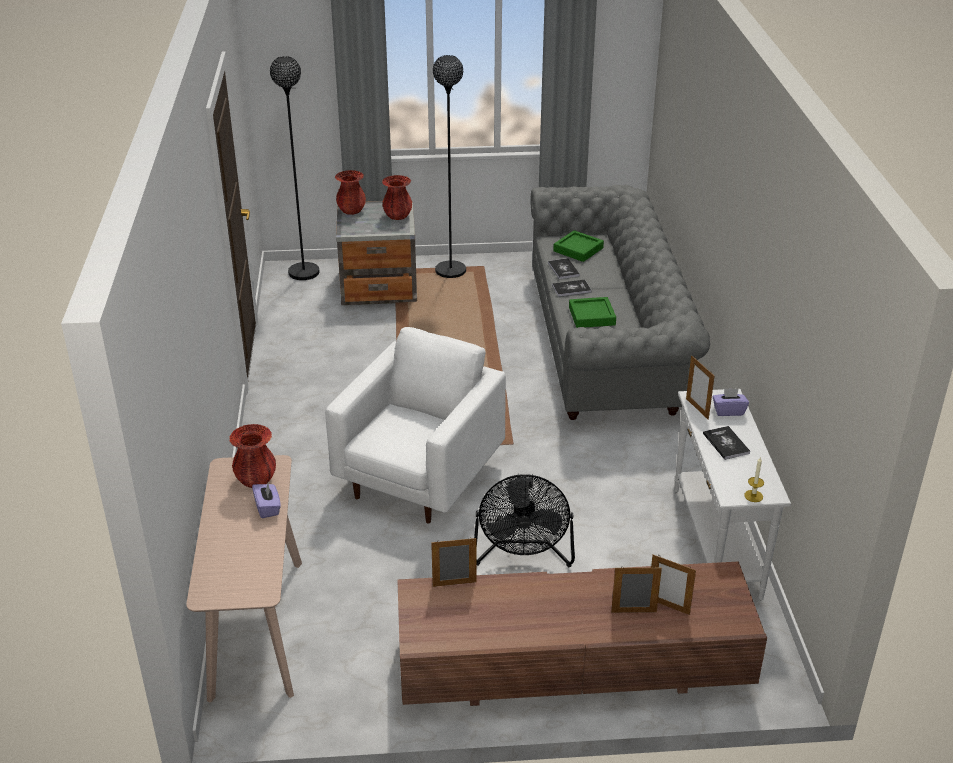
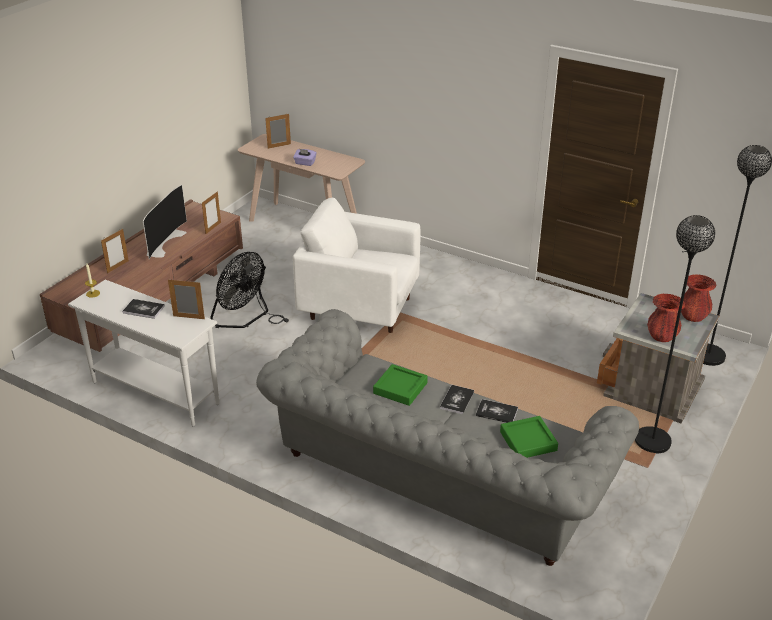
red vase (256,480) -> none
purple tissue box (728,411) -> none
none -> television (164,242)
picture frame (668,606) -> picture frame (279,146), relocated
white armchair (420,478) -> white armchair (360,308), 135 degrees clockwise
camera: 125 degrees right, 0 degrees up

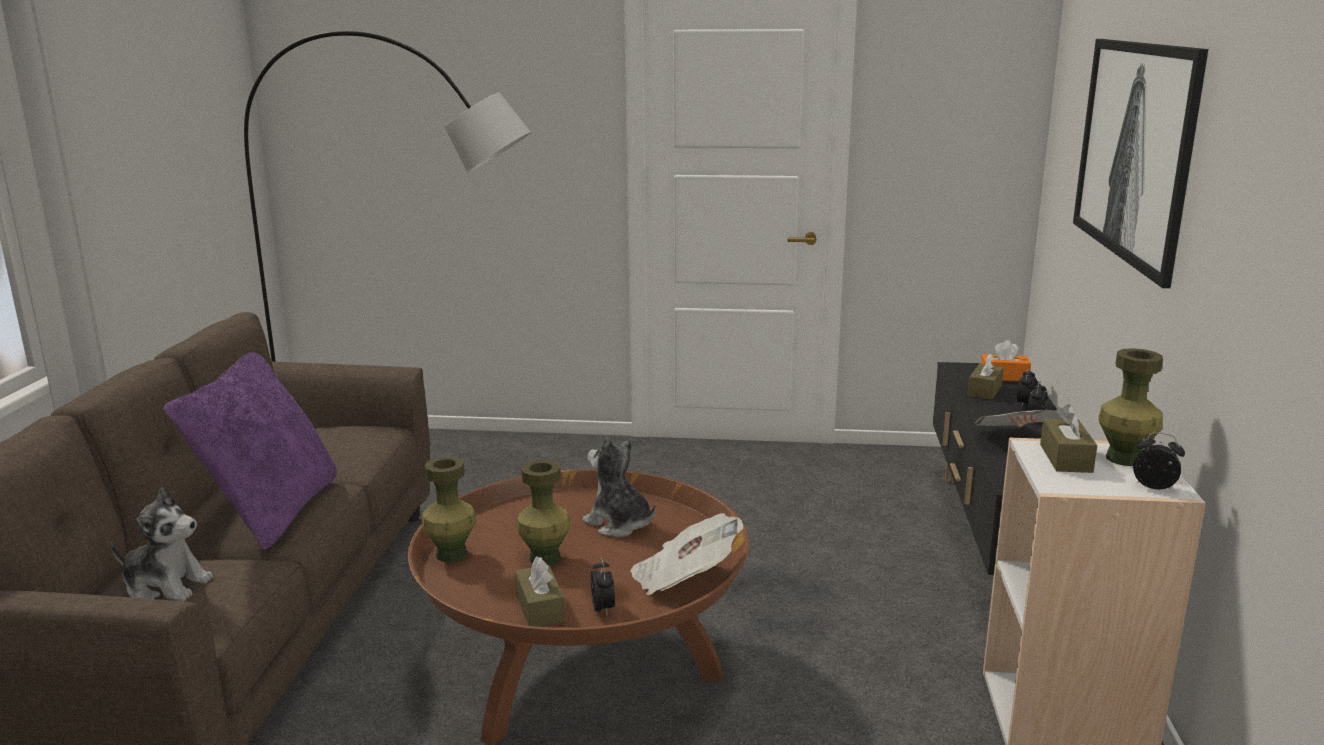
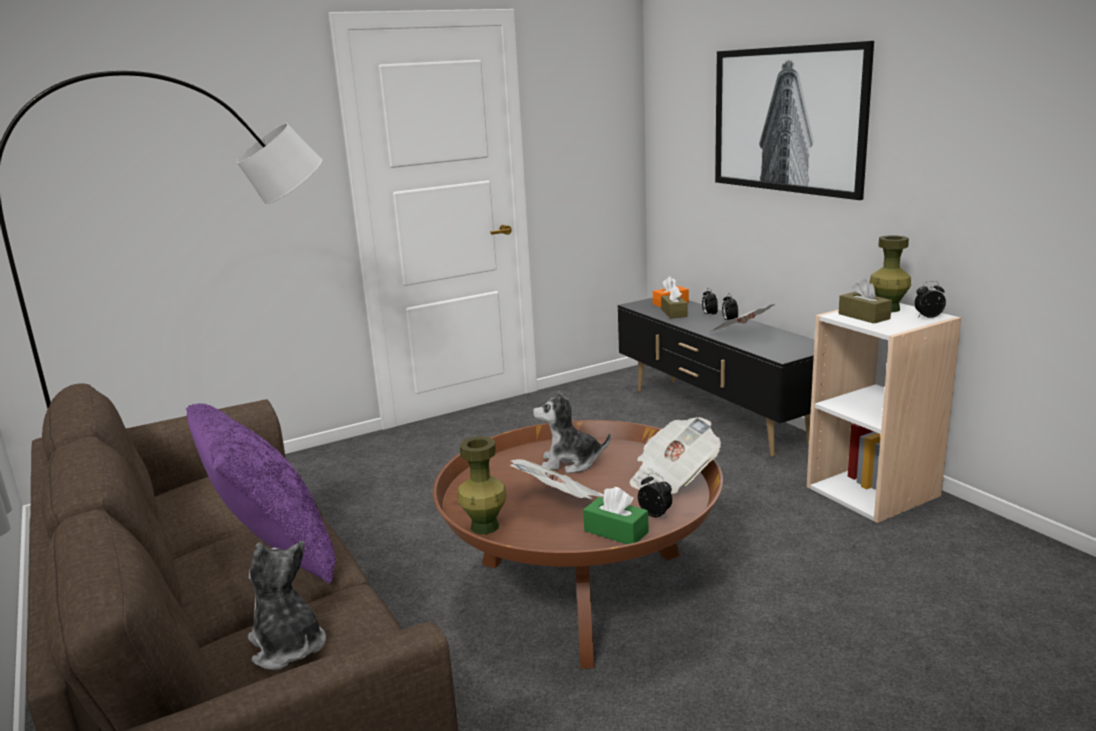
green vase (545,558) -> newspaper (559,502)
brown tissue box (540,608) -> green tissue box (616,531)
plush toy (166,585) -> plush toy (287,647), 105 degrees counterclockwise
camera: 35 degrees left, 0 degrees up

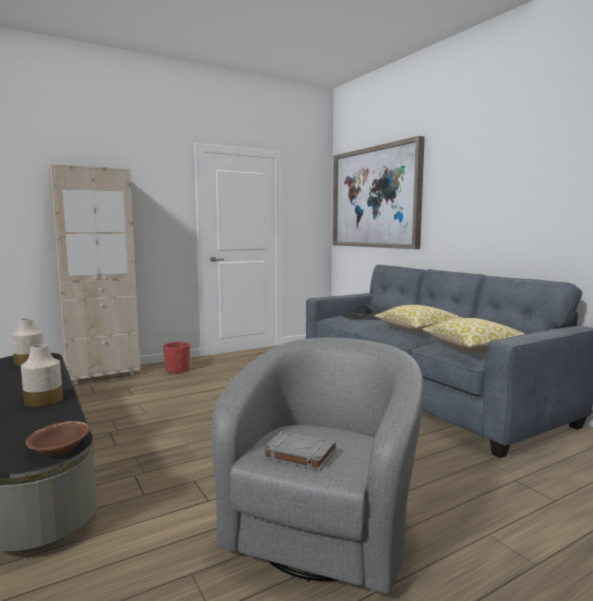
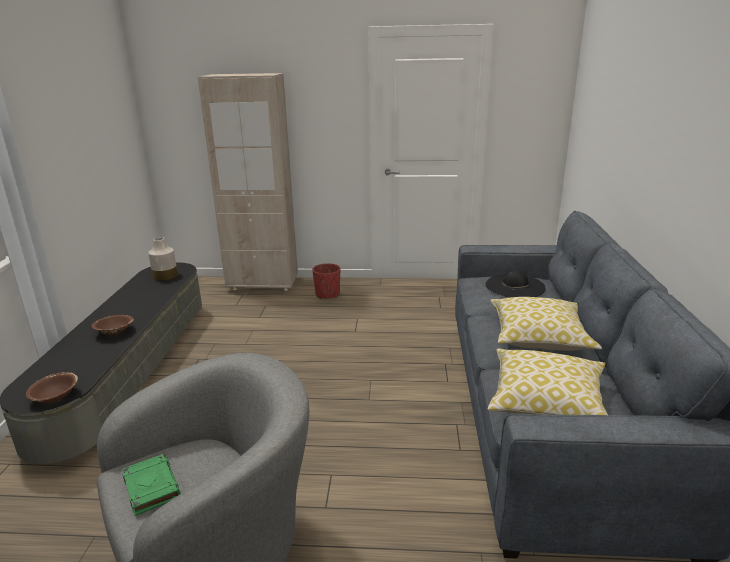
picture (375,197) -> none
beige vase (43,401) -> brown bowl (115,332)
grey book (298,455) -> green book (151,487)
camera: 35 degrees right, 15 degrees up

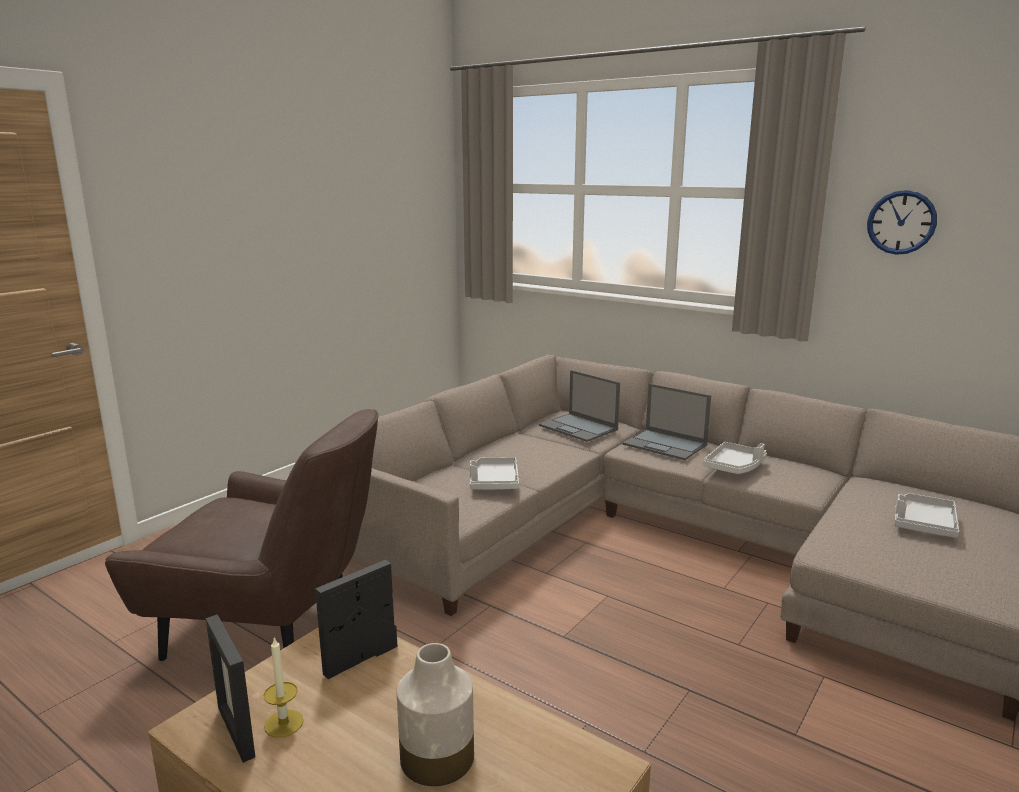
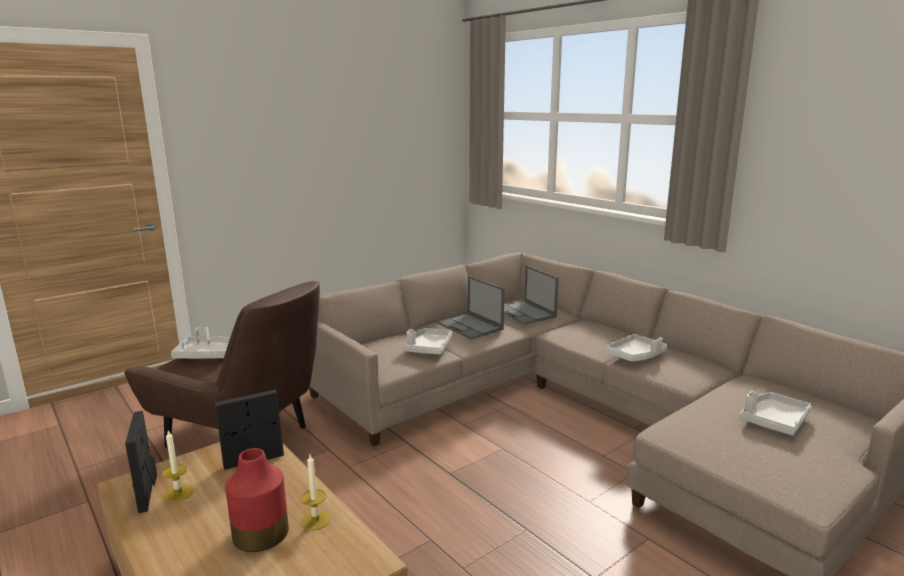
wall clock (901,222) -> none
none -> grey tray (206,355)
none -> candle (315,520)
laptop (666,445) -> laptop (470,326), relocated
beige vase (436,756) -> red vase (260,532)
camera: 15 degrees right, 0 degrees up

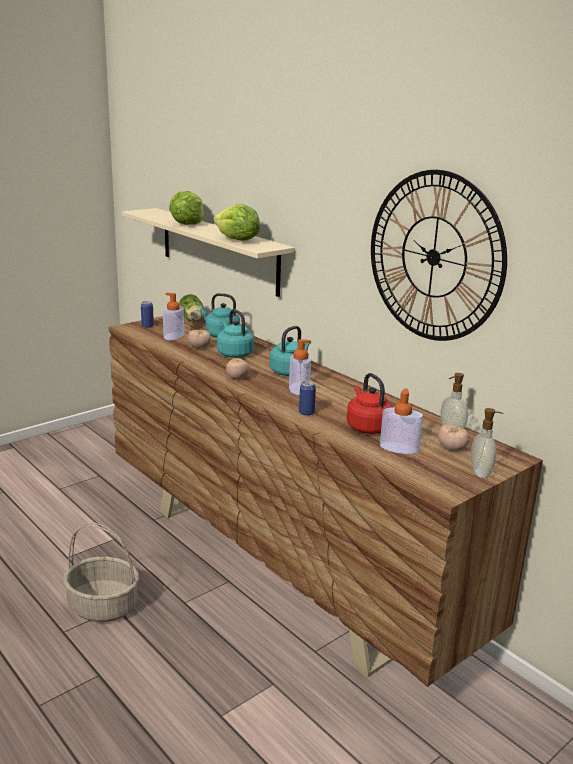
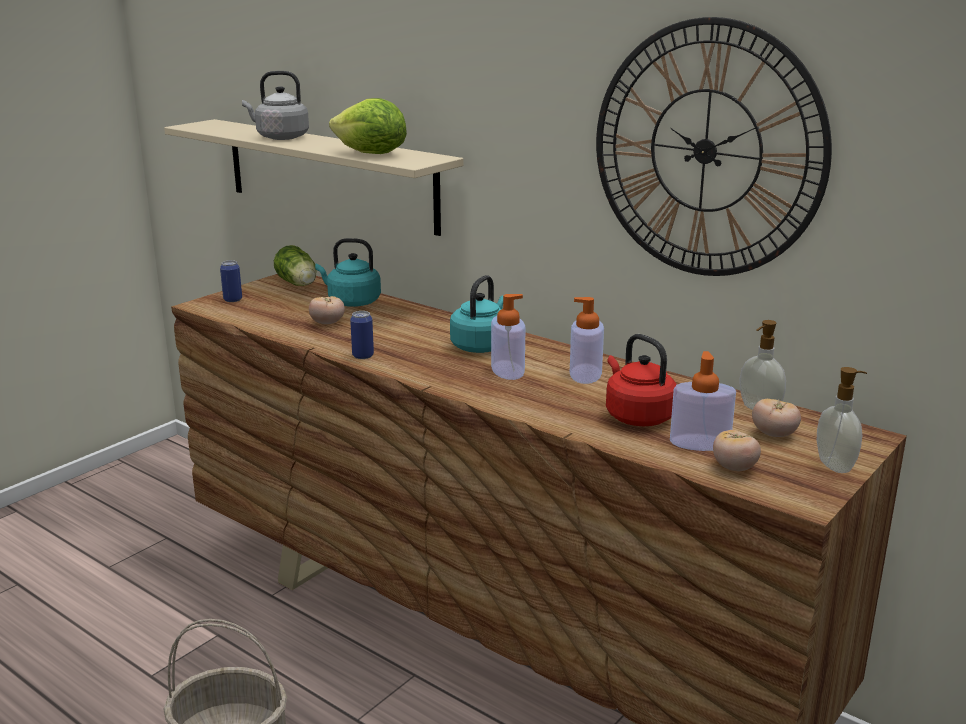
turquoise kettle (234,353) -> none
soap dispenser (173,336) -> soap dispenser (585,374), relocated
tomato (237,378) -> tomato (734,468), relocated
can (306,413) -> can (363,356), relocated
lettuce (188,224) -> grey kettle (280,137)
camera: 10 degrees left, 0 degrees up

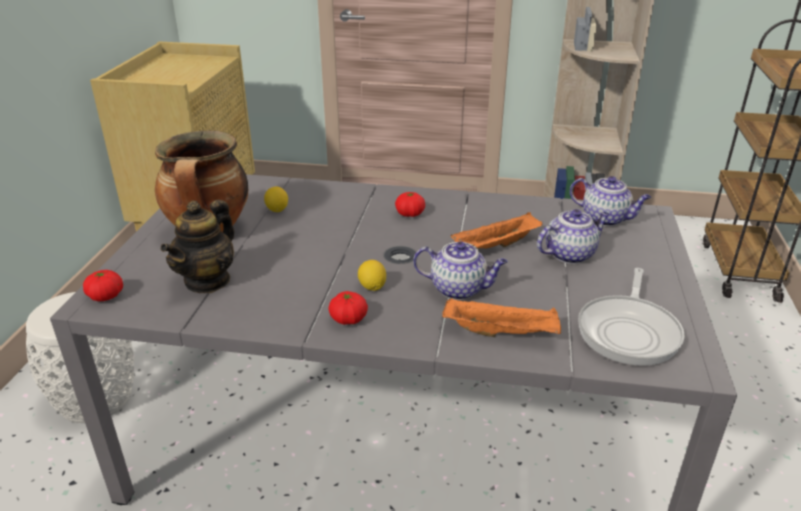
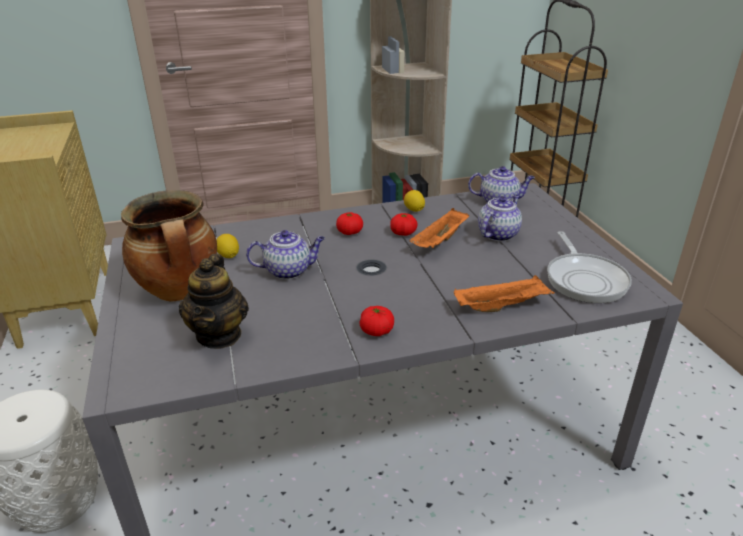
tomato (106,296) -> tomato (403,233), relocated
lemon (372,287) -> lemon (414,210), relocated
teapot (459,289) -> teapot (289,270), relocated
camera: 25 degrees left, 0 degrees up

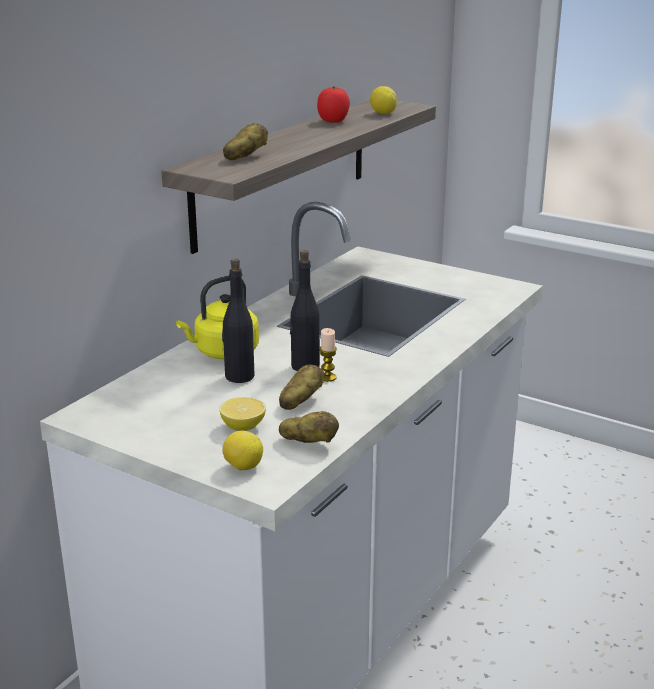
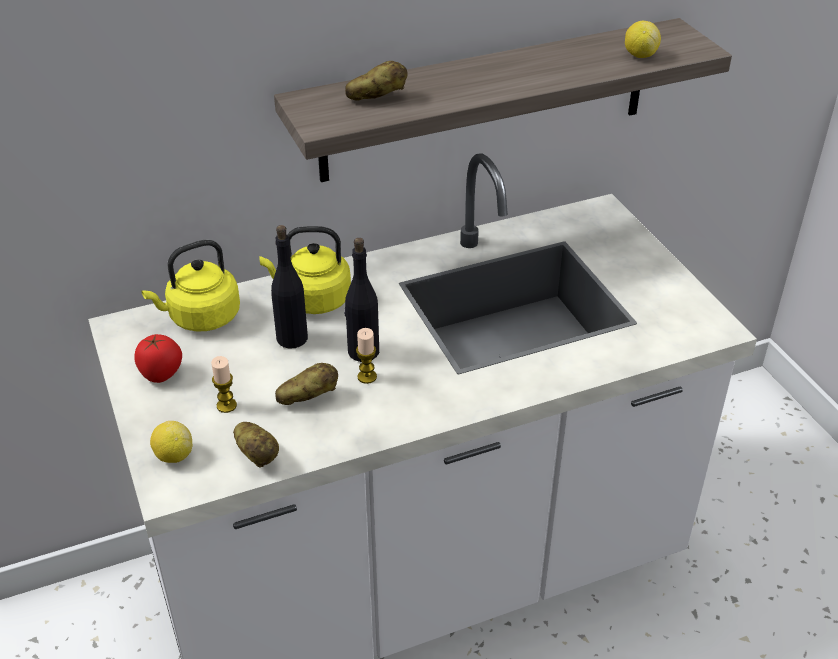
none -> yellow kettle (201,318)
tomato (333,121) -> tomato (162,375), relocated
lemon (243,427) -> candle (226,405)
camera: 35 degrees right, 15 degrees up

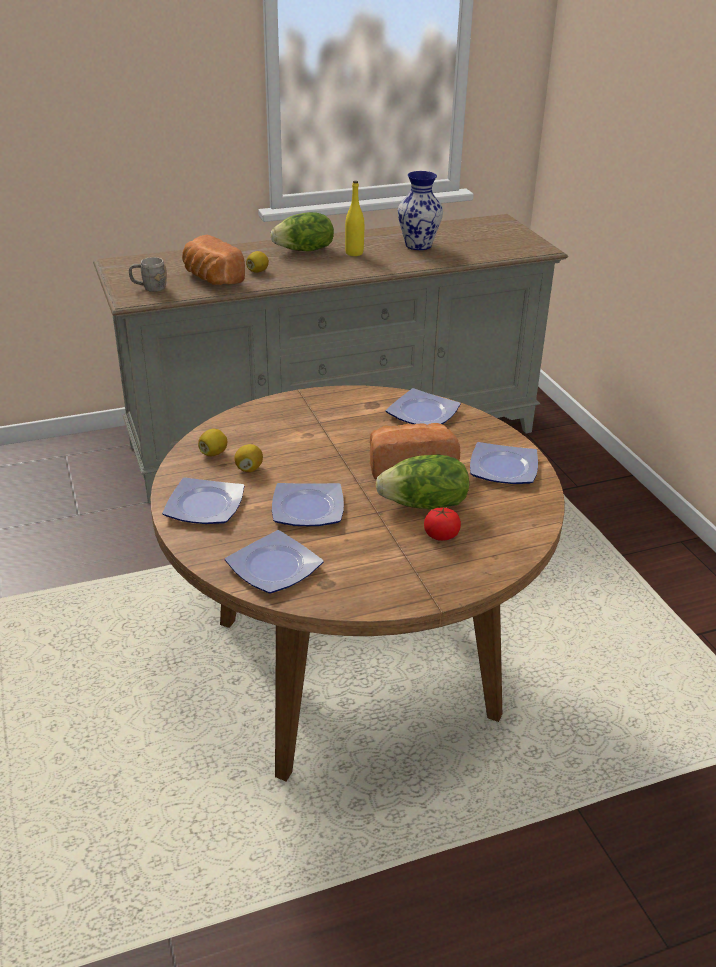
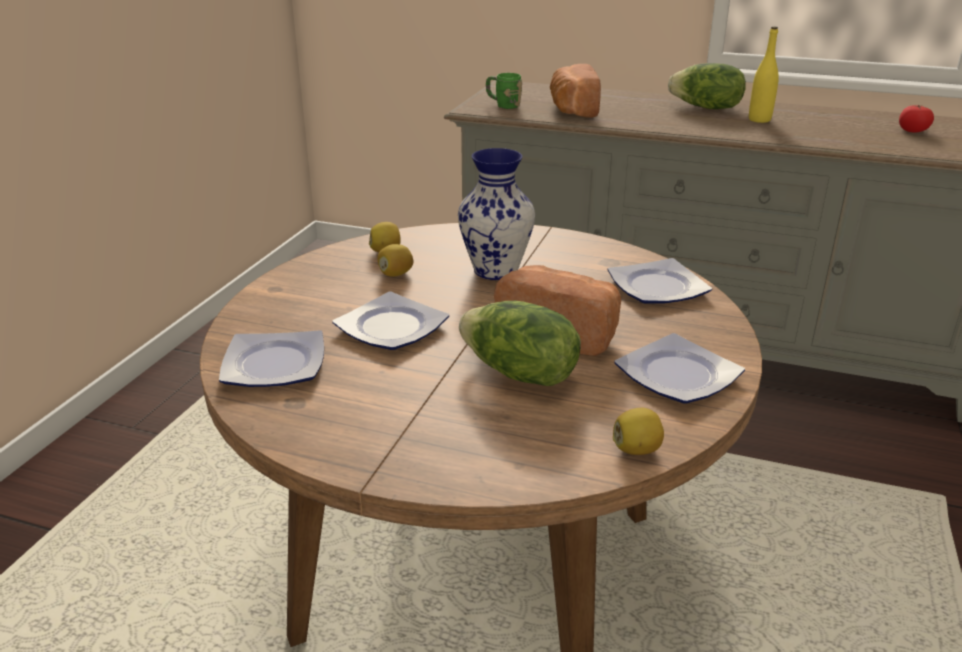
plate (205,507) -> none
lemon (257,271) -> lemon (637,449), relocated
vase (419,246) -> vase (496,271), relocated
tomato (441,535) -> tomato (913,131), relocated
grey mug (149,288) -> green mug (503,105)
camera: 40 degrees right, 5 degrees down

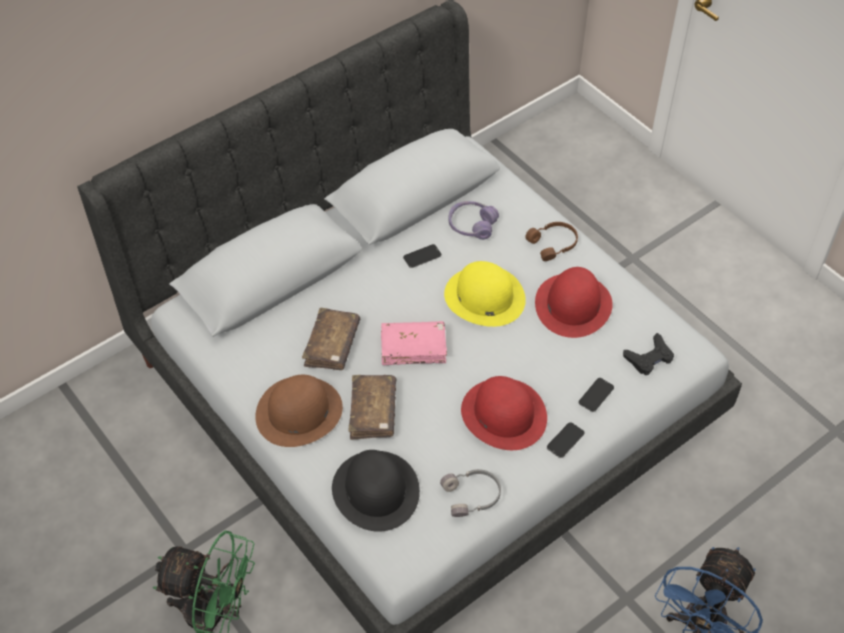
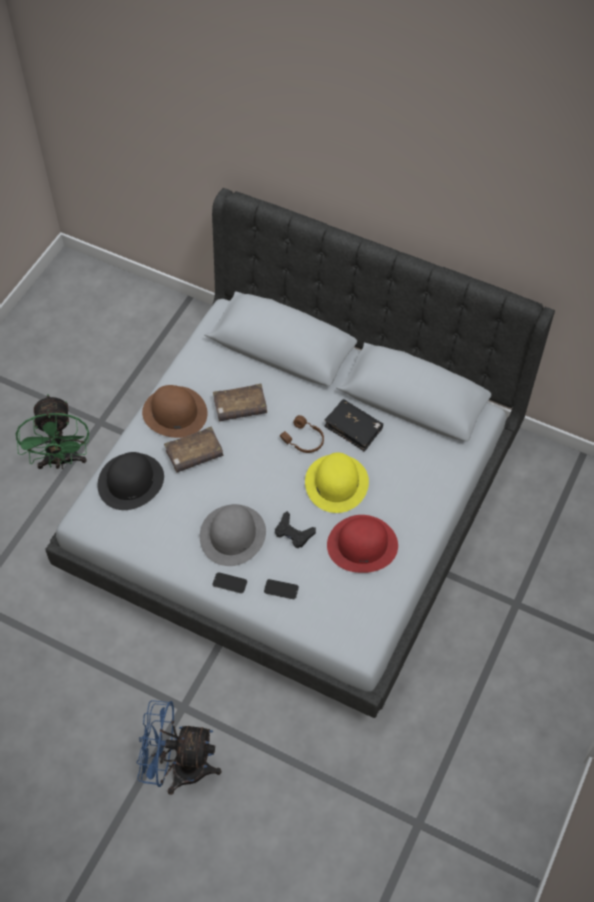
pink book (413,348) -> none
grey headphones (472,496) -> none
purple headphones (472,225) -> none
brown headphones (554,244) -> brown headphones (303,440), relocated
black game controller (649,358) -> black game controller (293,533), relocated
phone (422,257) -> black book (353,428)
red hat (504,414) -> grey hat (233,535)
camera: 65 degrees right, 5 degrees up

